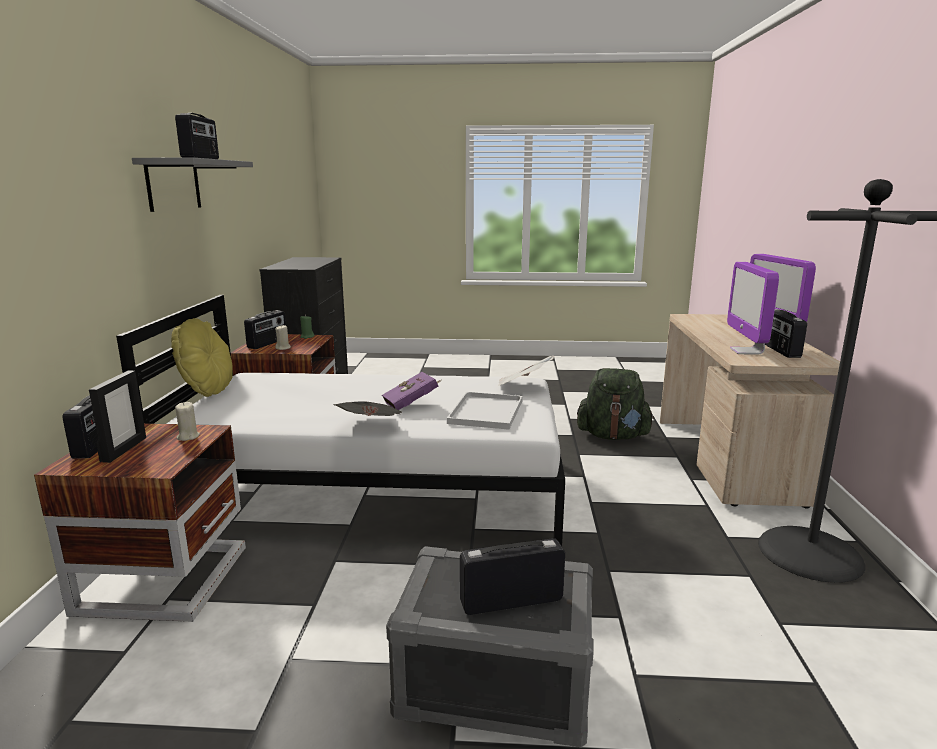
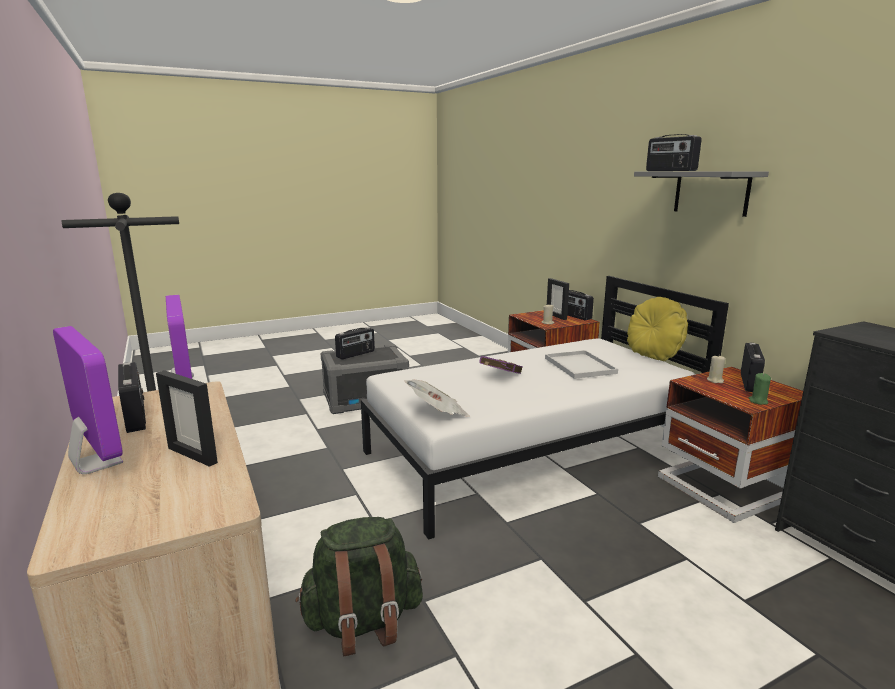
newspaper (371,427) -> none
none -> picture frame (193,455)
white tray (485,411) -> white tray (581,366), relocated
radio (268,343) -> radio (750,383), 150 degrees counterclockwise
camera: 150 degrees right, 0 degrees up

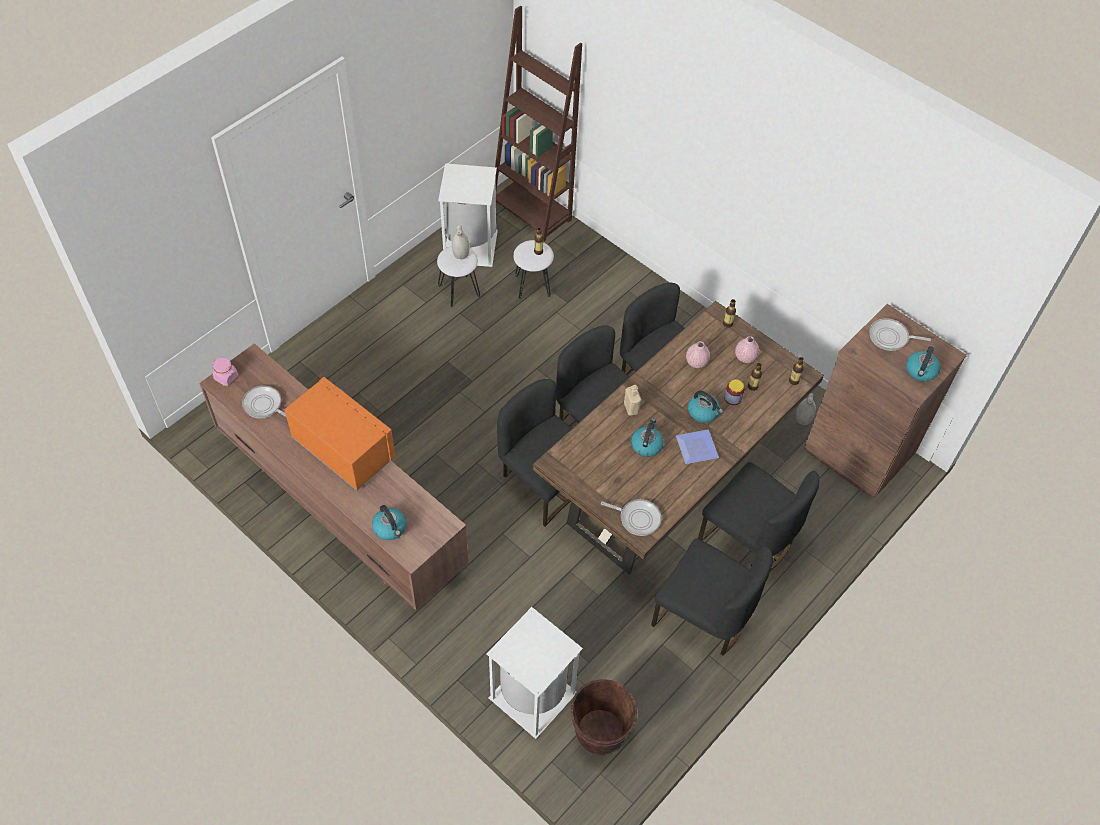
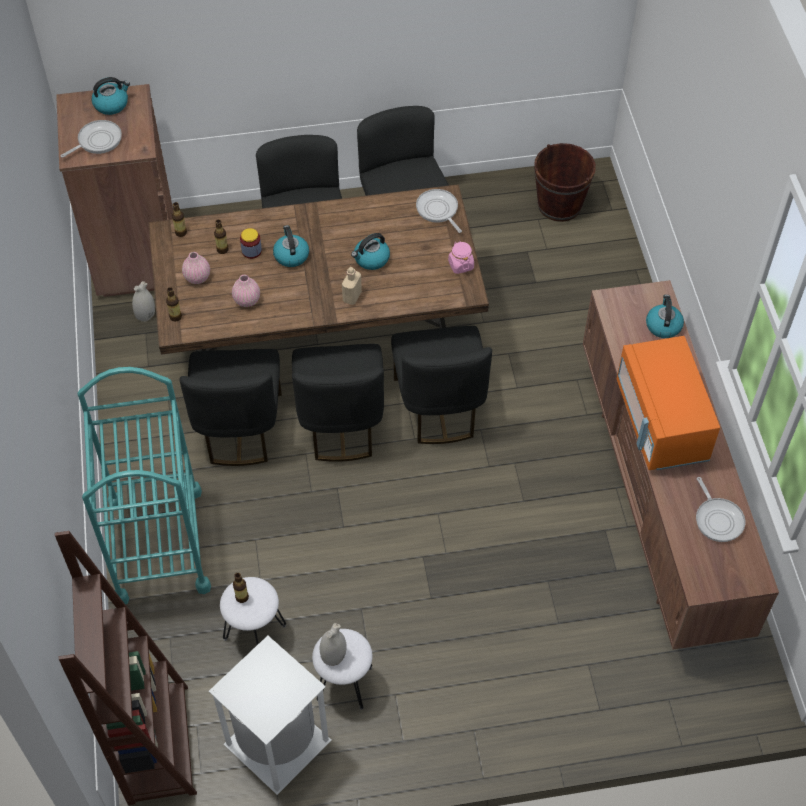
white trash can (533,697) -> none
plate (698,448) -> none
none -> turquoise cart (158,545)
pink jar (226,377) -> pink jar (460,265), relocated
frying pan (891,337) -> frying pan (97,141), 90 degrees counterclockwise
camera: 140 degrees left, 0 degrees up

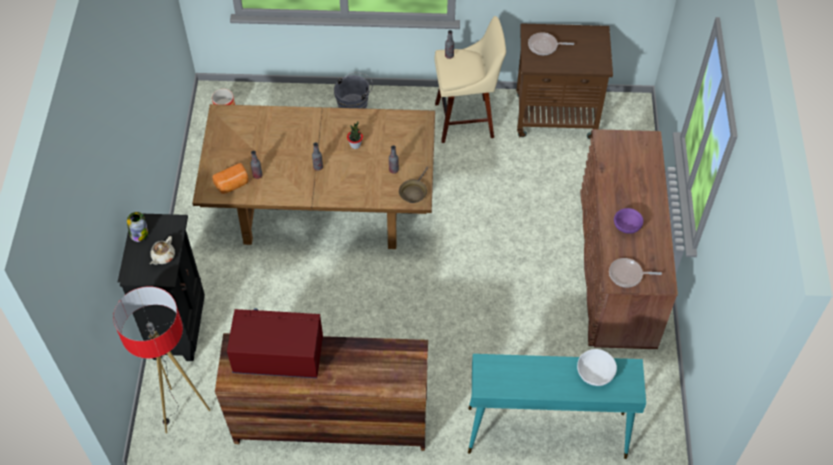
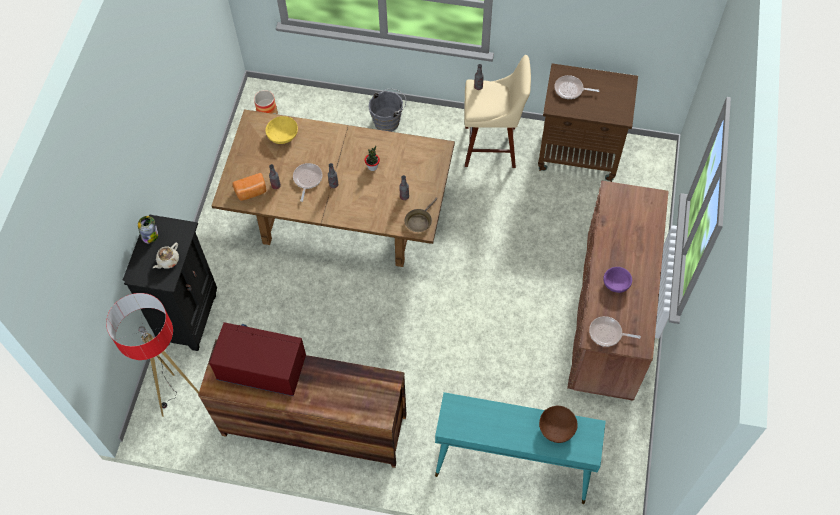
none -> yellow bowl (283,135)
none -> frying pan (307,179)
white bowl (595,373) -> brown bowl (557,428)
camera: 10 degrees right, 5 degrees up

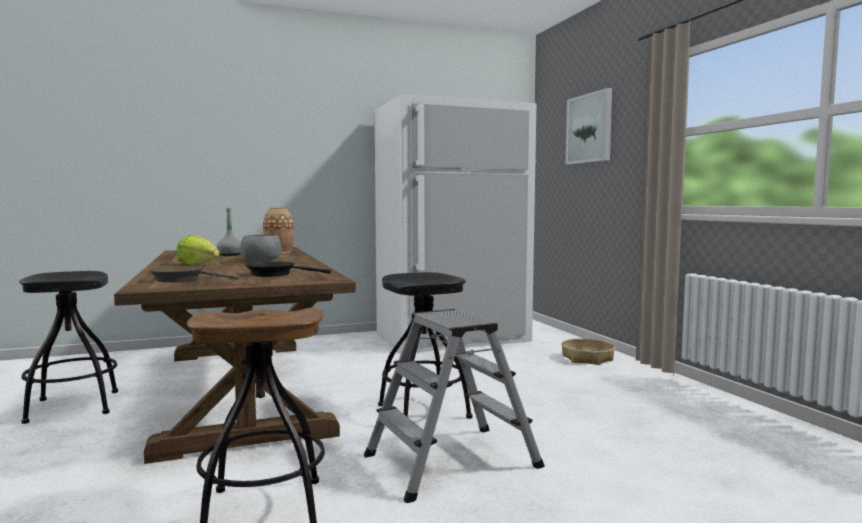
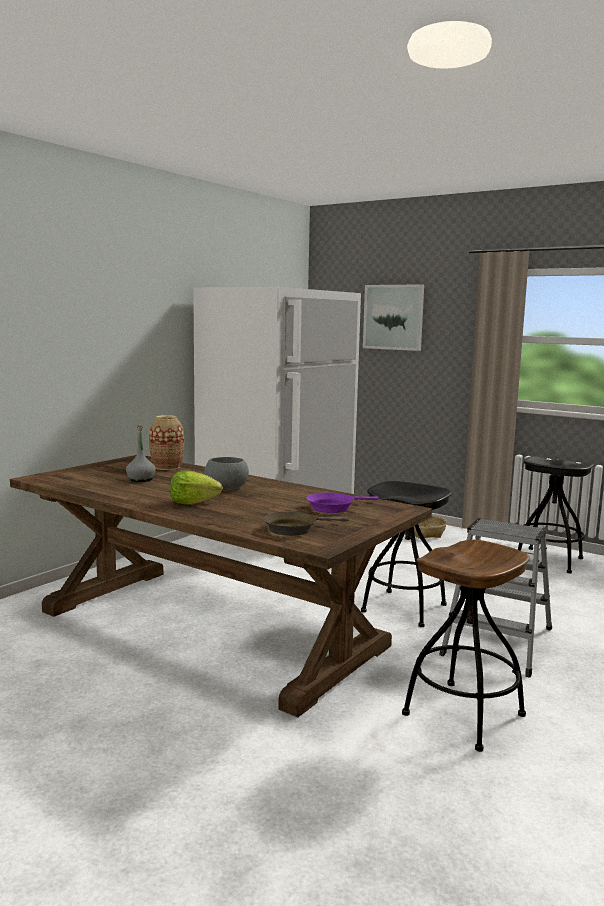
black stool (73,406) -> black stool (548,560), relocated
black frying pan (275,274) -> purple frying pan (334,507)
camera: 35 degrees left, 5 degrees up

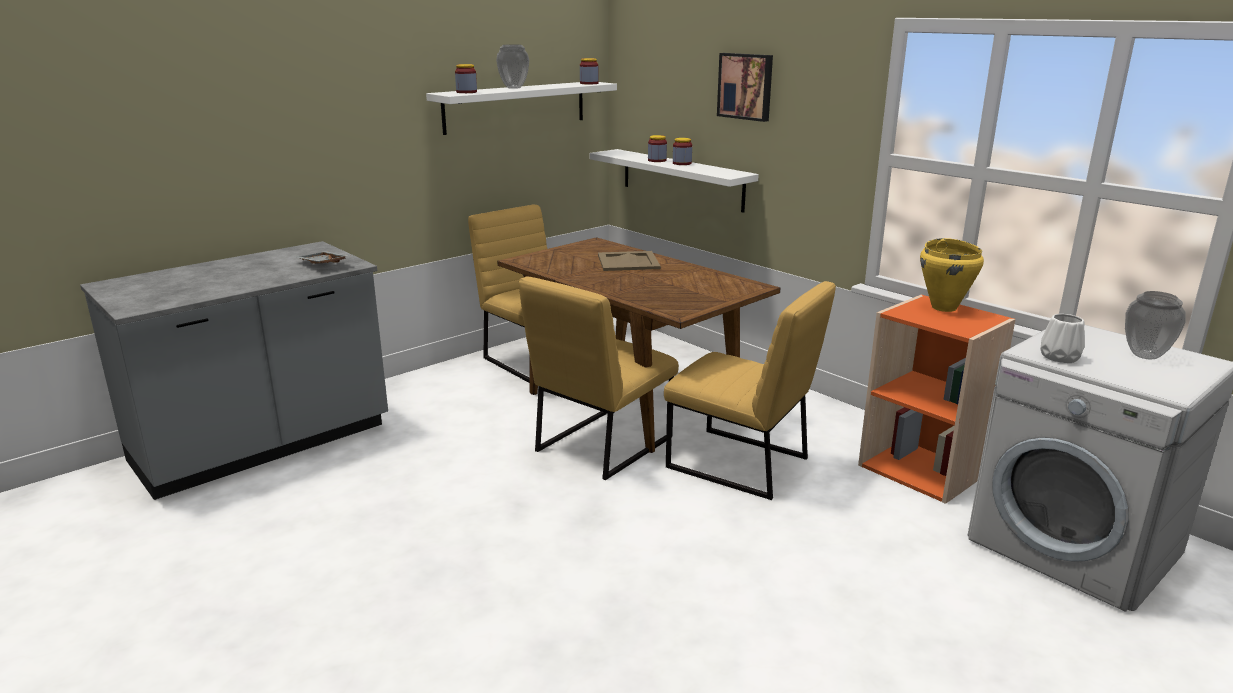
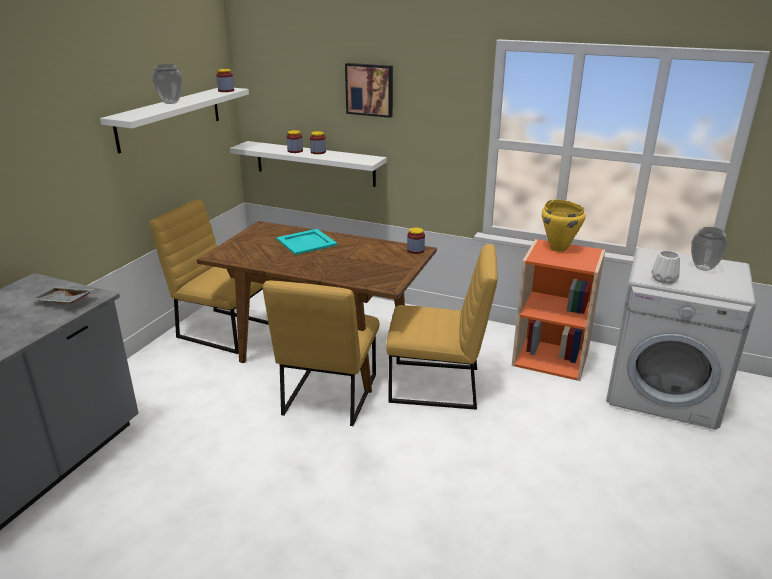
jar (466,92) -> jar (415,250), relocated
beige tray (628,262) -> turquoise tray (306,242)
camera: 25 degrees left, 5 degrees up

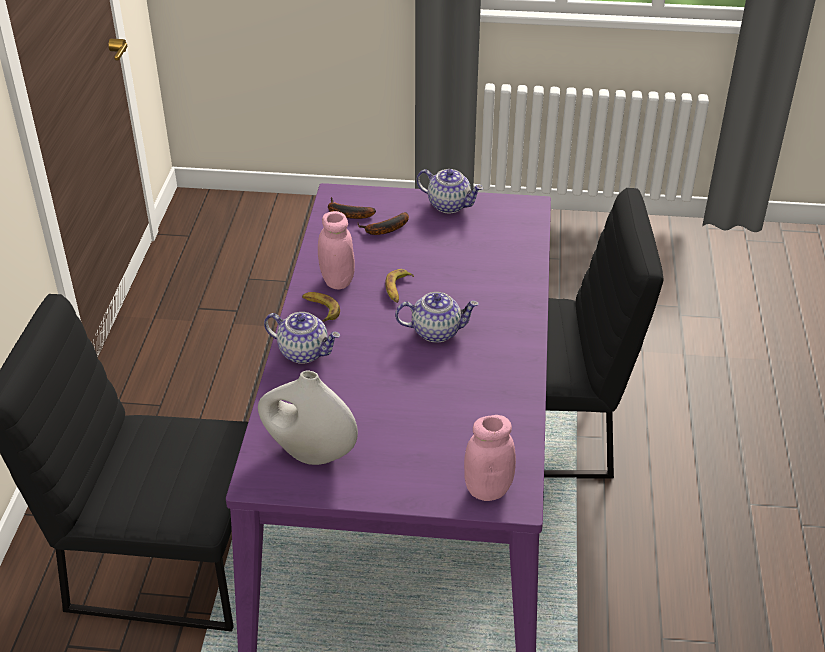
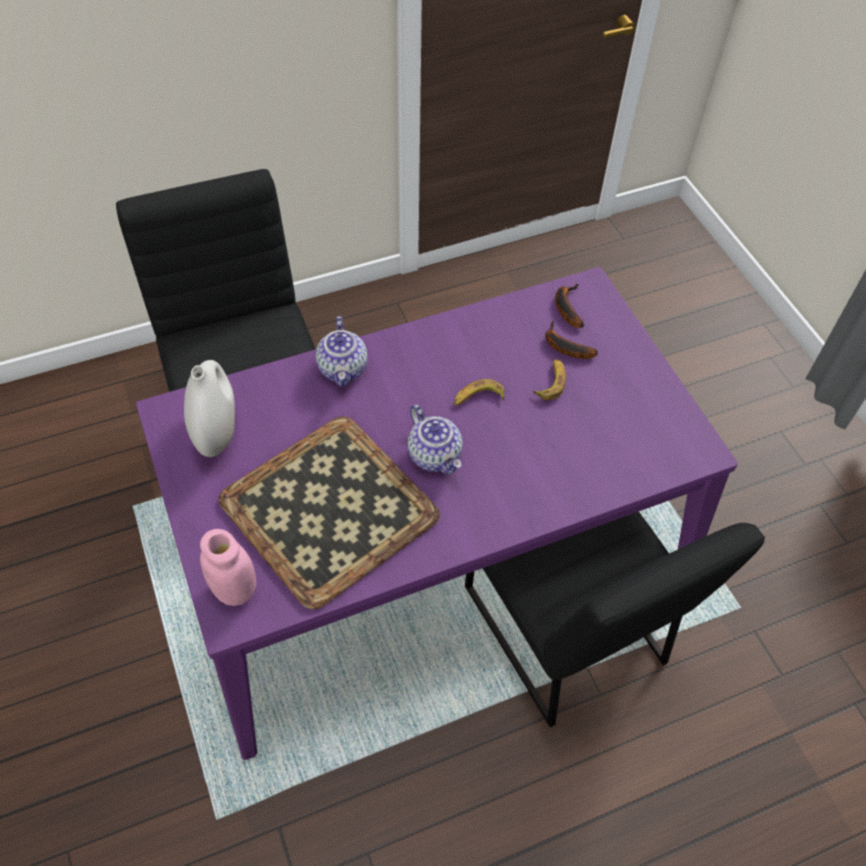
pink jar (337,281) -> none
teapot (449,205) -> none
none -> tray (328,510)
banana (320,309) -> banana (551,382), relocated
camera: 60 degrees right, 15 degrees up

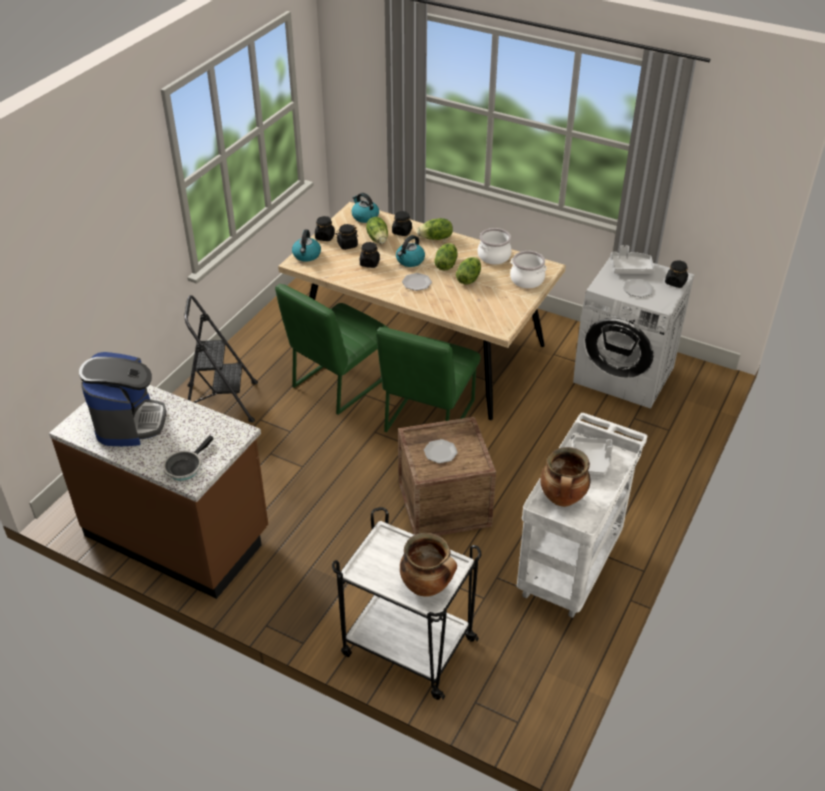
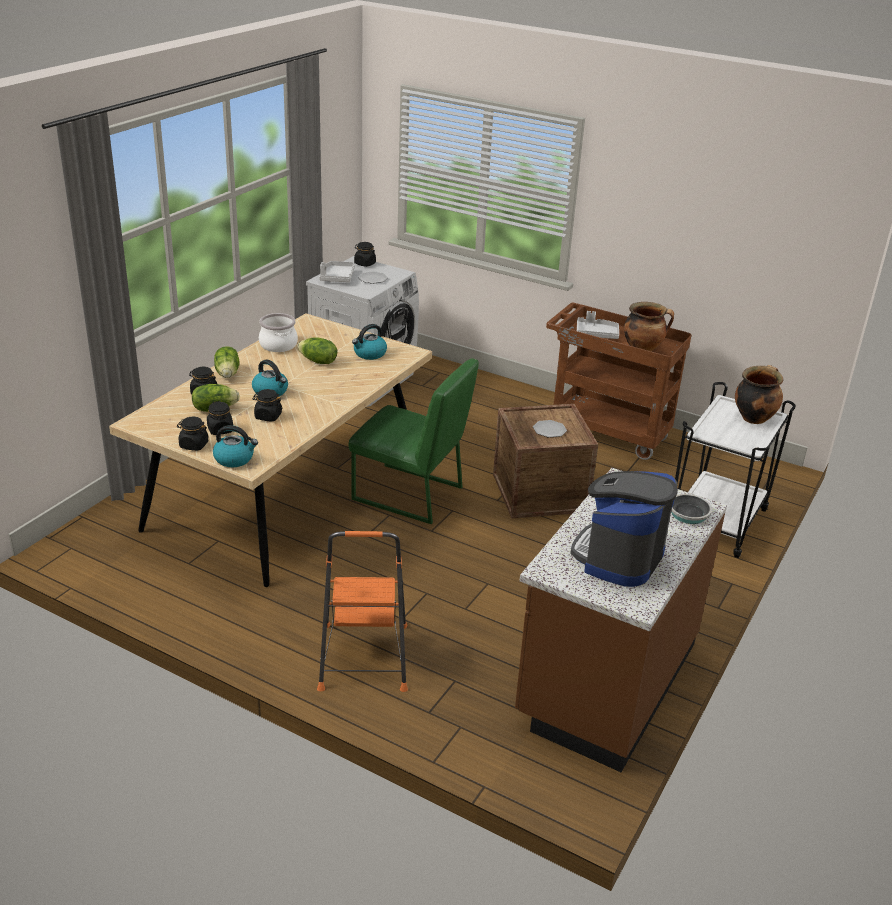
green chair (338,382) -> none
plate (416,283) -> none
lettuce (445,265) -> none
cooking pot (527,280) -> none
kettle (364,216) -> kettle (369,354), relocated
black step ladder (217,402) -> orange step ladder (363,658)
white cart (571,563) -> brown cart (604,435)
coffee machine (129,422) -> coffee machine (618,557), 60 degrees counterclockwise
camera: 90 degrees left, 10 degrees down

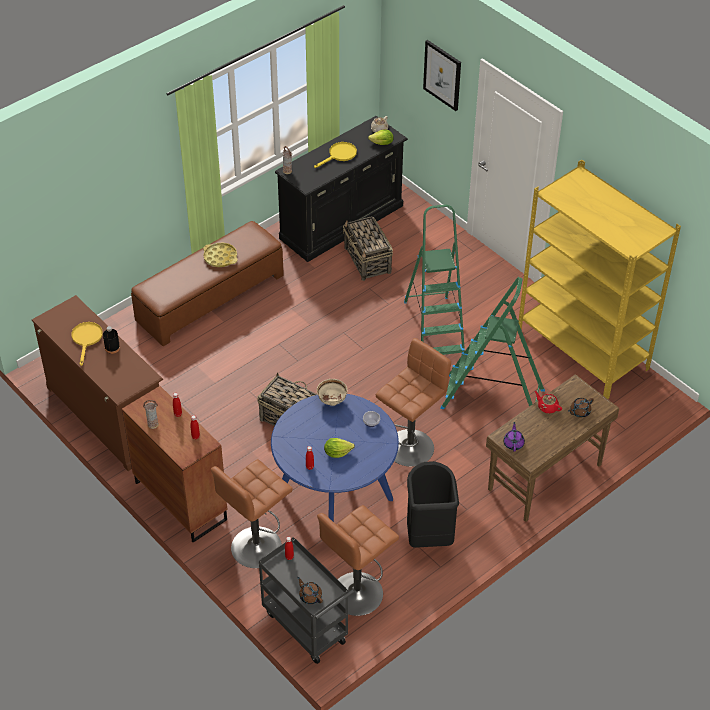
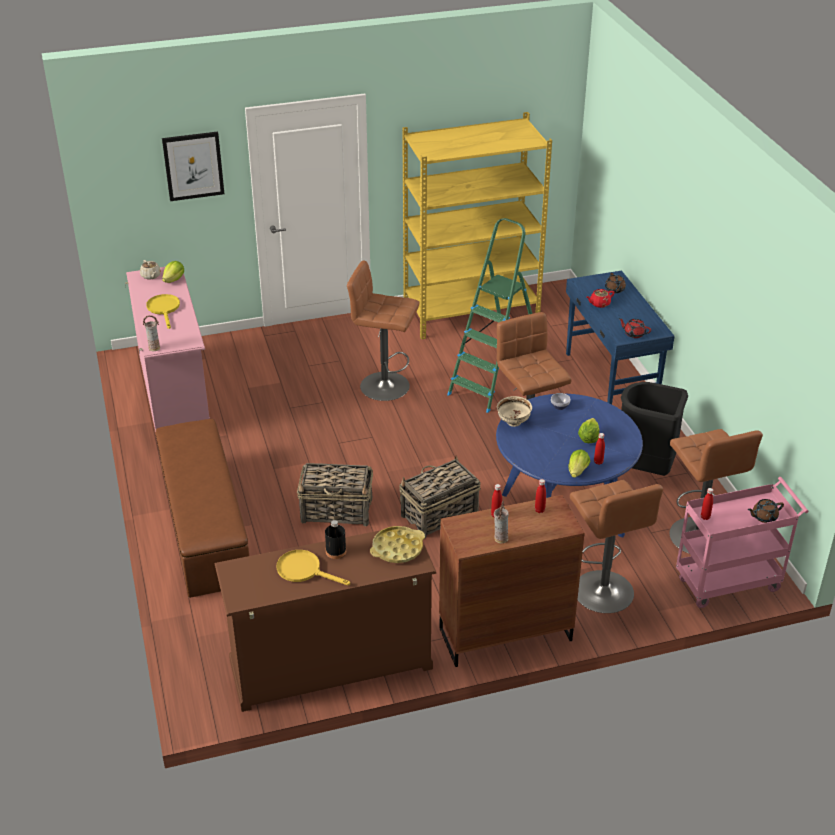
none -> lettuce (577,471)
yellow tray (220,257) -> yellow tray (397,548), relocated
basket (367,261) -> basket (337,511), relocated
green step ladder (434,332) -> brown stool (384,386)
grey cart (306,629) -> pink cart (730,585)
black cabinet (342,222) -> pink cabinet (175,397)
brown console table (544,478) -> blue console table (611,380)
purple teapot (513,443) -> red teapot (634,334)
camera: 65 degrees left, 10 degrees down

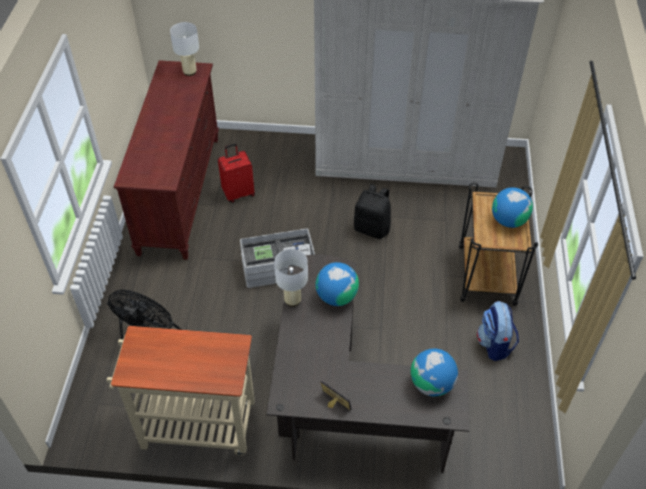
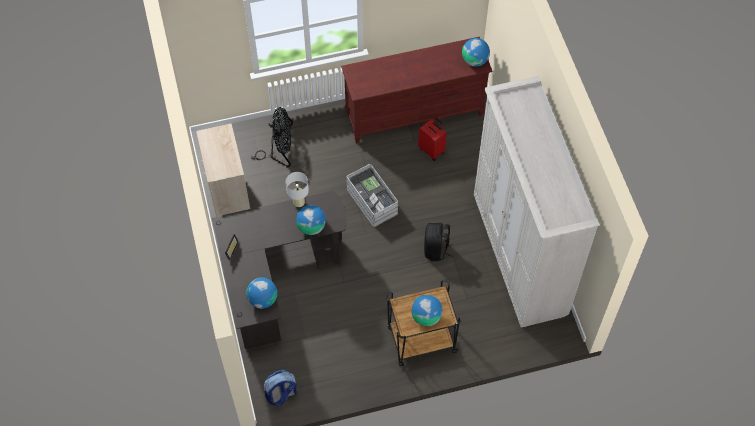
backpack (494,344) -> backpack (281,395), relocated
beige cart (196,426) -> beige cabinet (229,200)
white table lamp (189,72) -> globe (474,60)
camera: 70 degrees right, 10 degrees up

